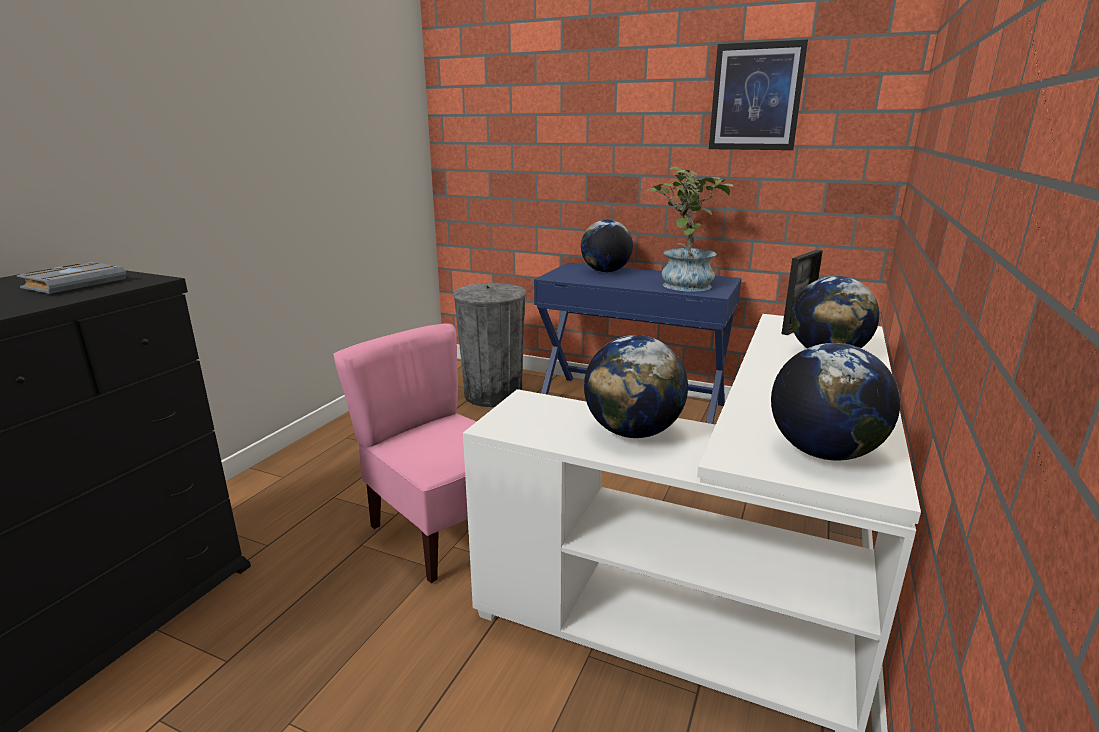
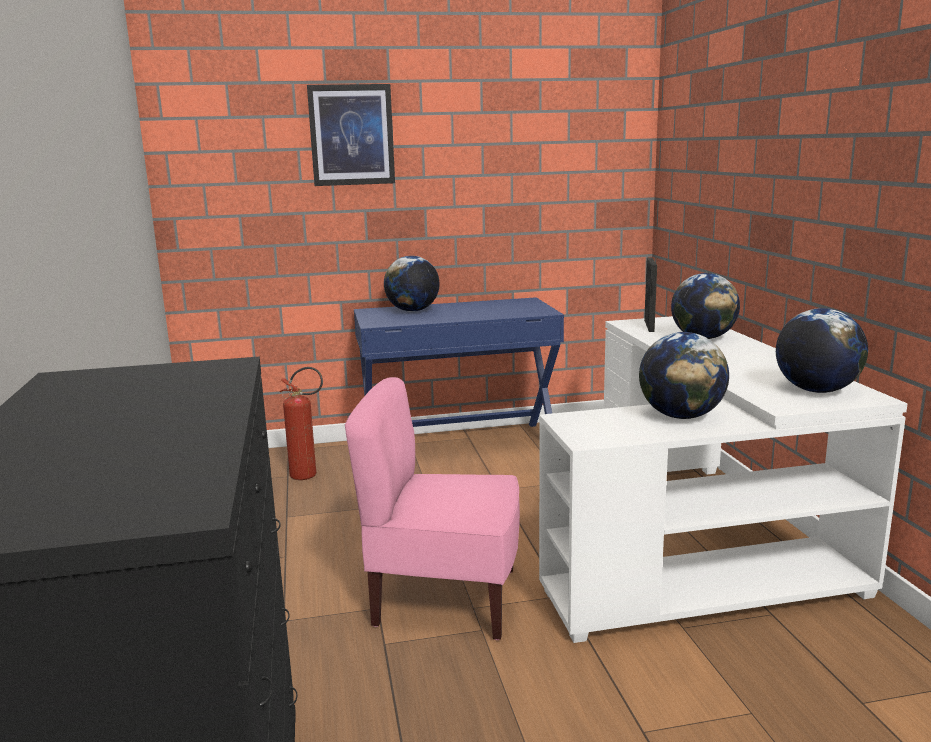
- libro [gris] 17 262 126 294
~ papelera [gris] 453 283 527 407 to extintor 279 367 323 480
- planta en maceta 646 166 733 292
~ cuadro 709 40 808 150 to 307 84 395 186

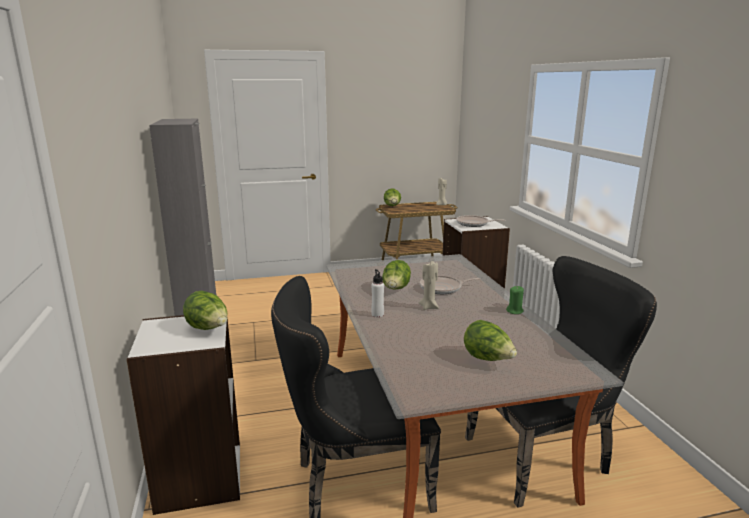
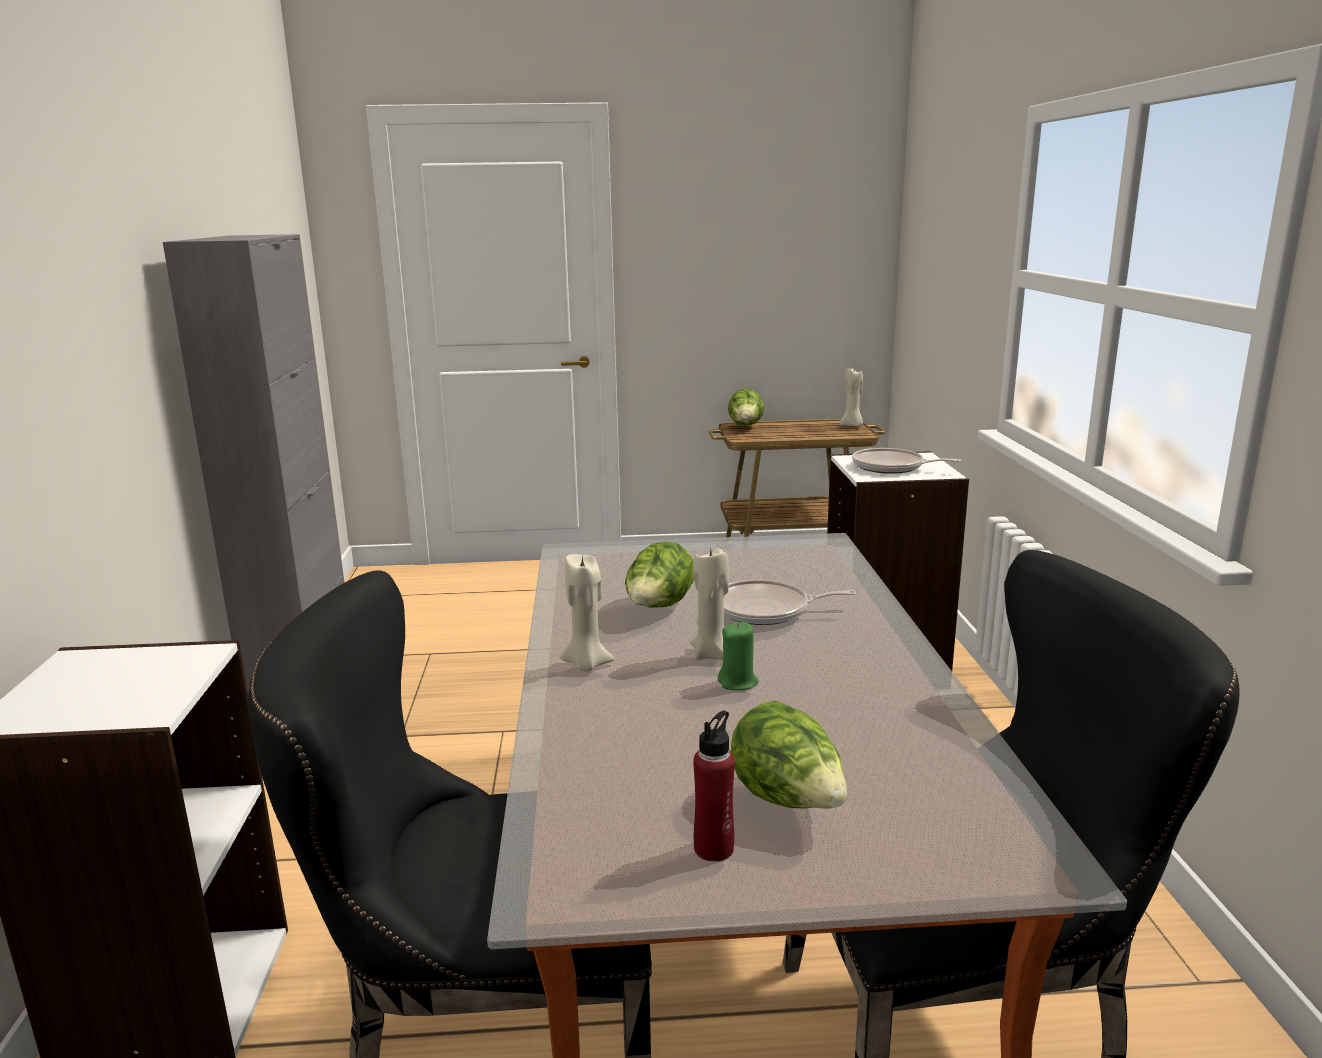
- lechuga 183 291 228 330
~ botella [blanco] 371 269 384 317 to vela [beis] 559 554 615 671
~ vela [verde] 506 286 524 314 to 718 622 759 691
+ botella [rojo] 693 711 735 862

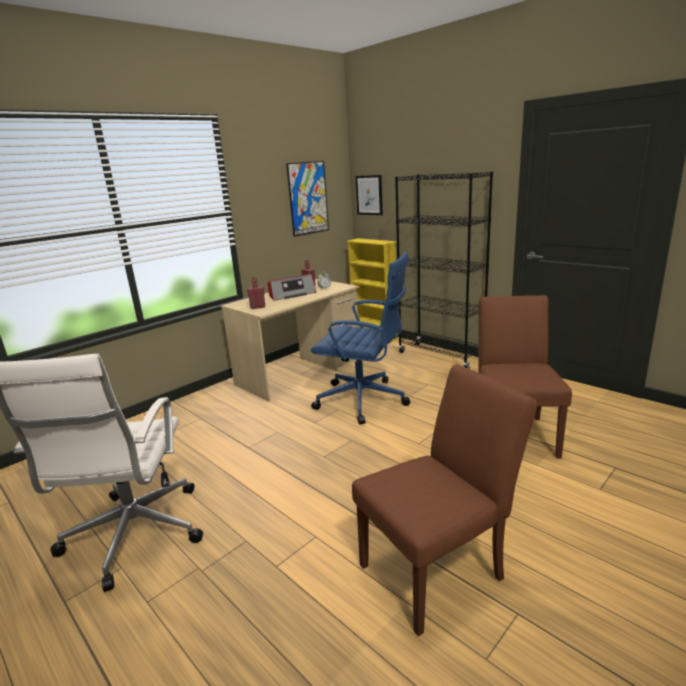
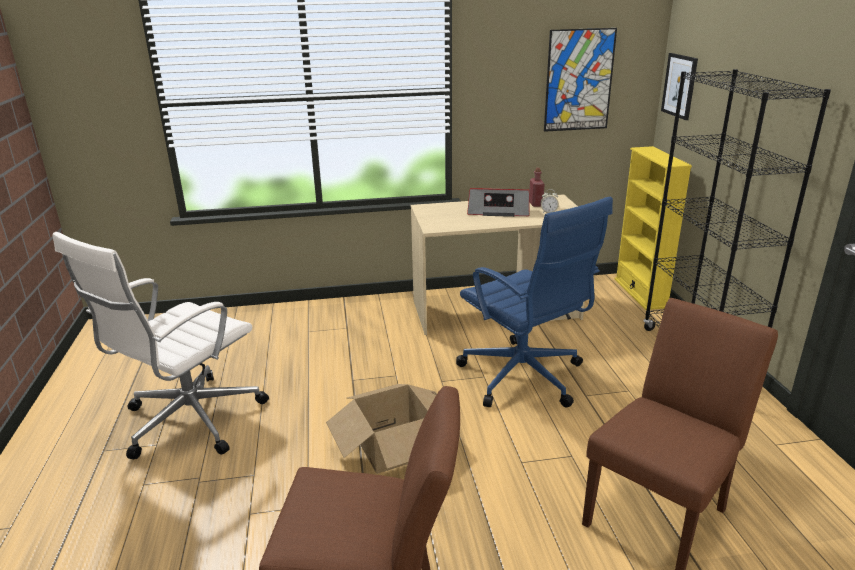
- botella [rojo] 247 277 265 309
+ caja de cartón 326 384 437 474

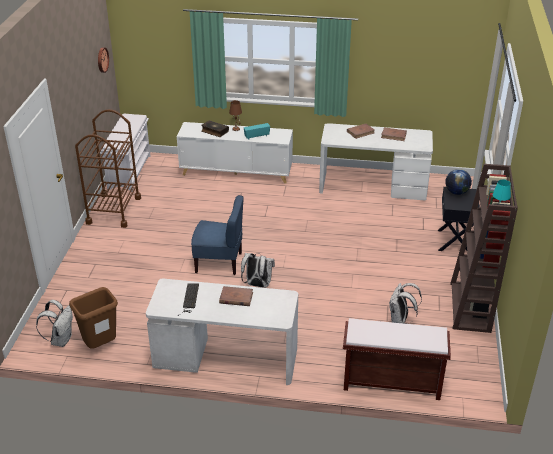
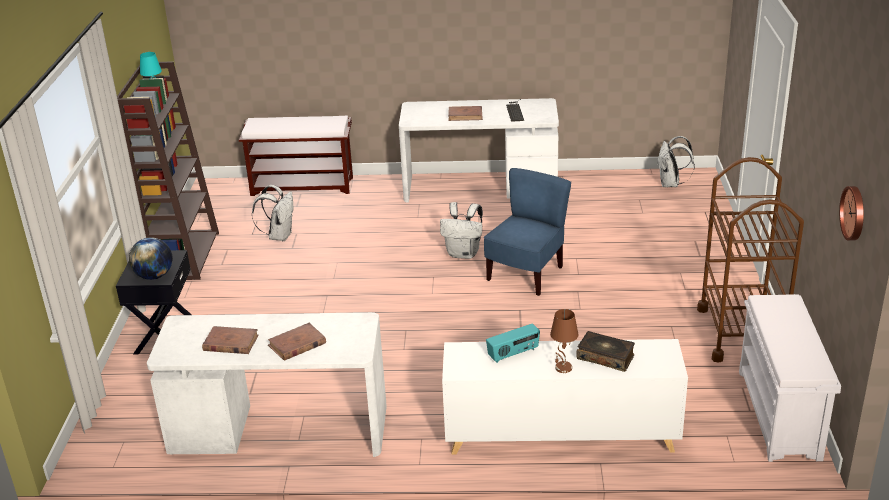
- papelera [marrón] 69 287 118 349
~ silla [azul] 191 195 244 275 = 484 168 571 296 120 degrees clockwise

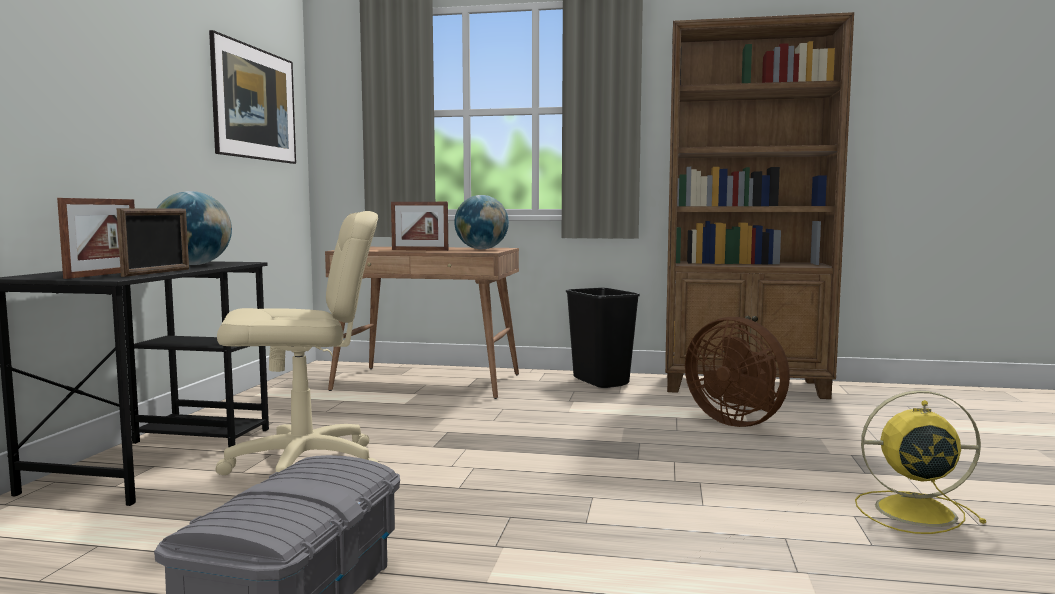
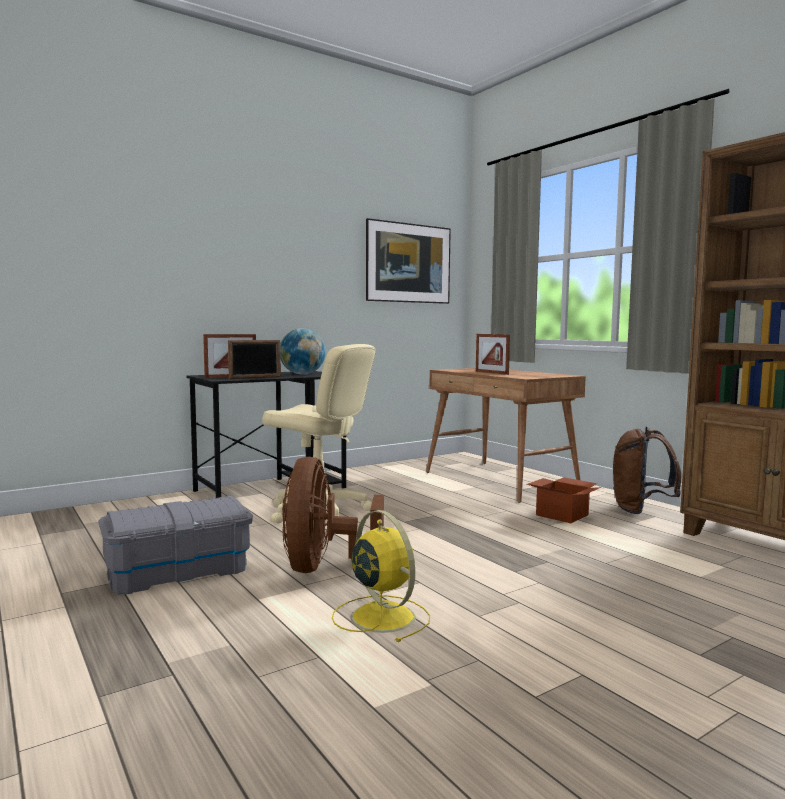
- globo terráqueo 454 195 509 249
~ papelera [negro] 566 288 640 388 to mochila [marrón] 613 427 681 514
~ ventilador [marrón] 685 317 790 427 to 282 457 384 573
~ ventilador [amarillo] 855 390 987 534 to 332 510 430 642
+ caja de cartón 527 477 602 523

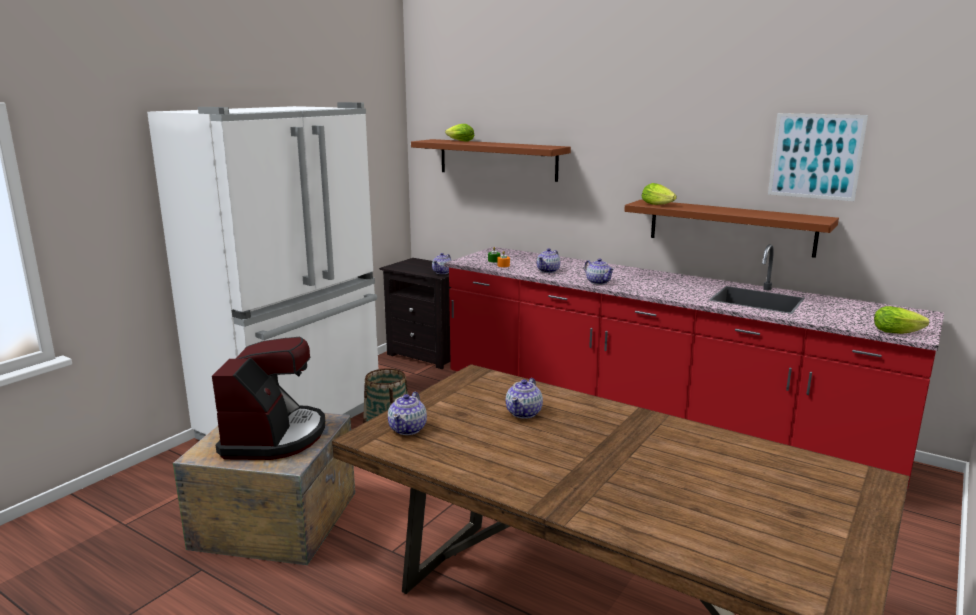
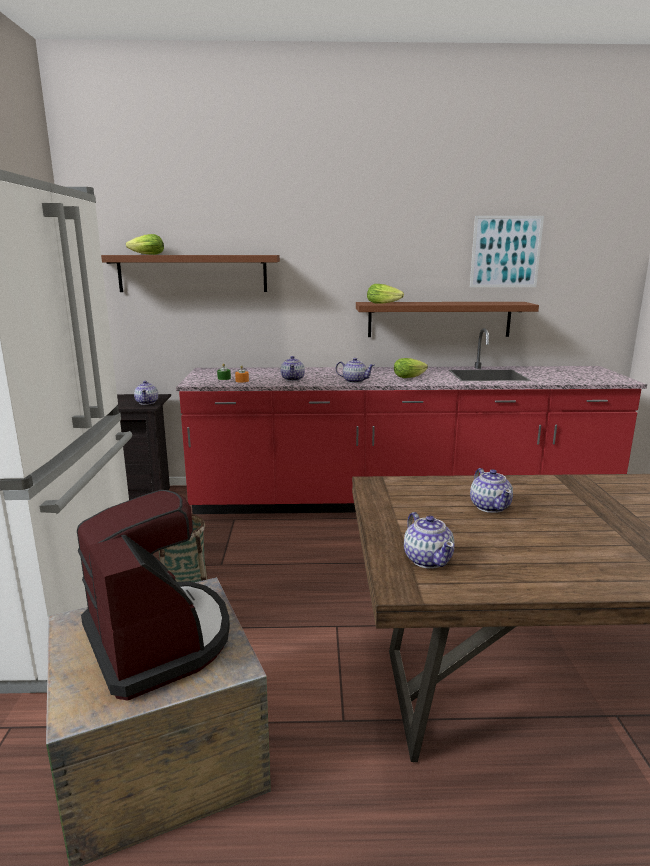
~ lechuga 874 306 929 334 to 394 358 428 378

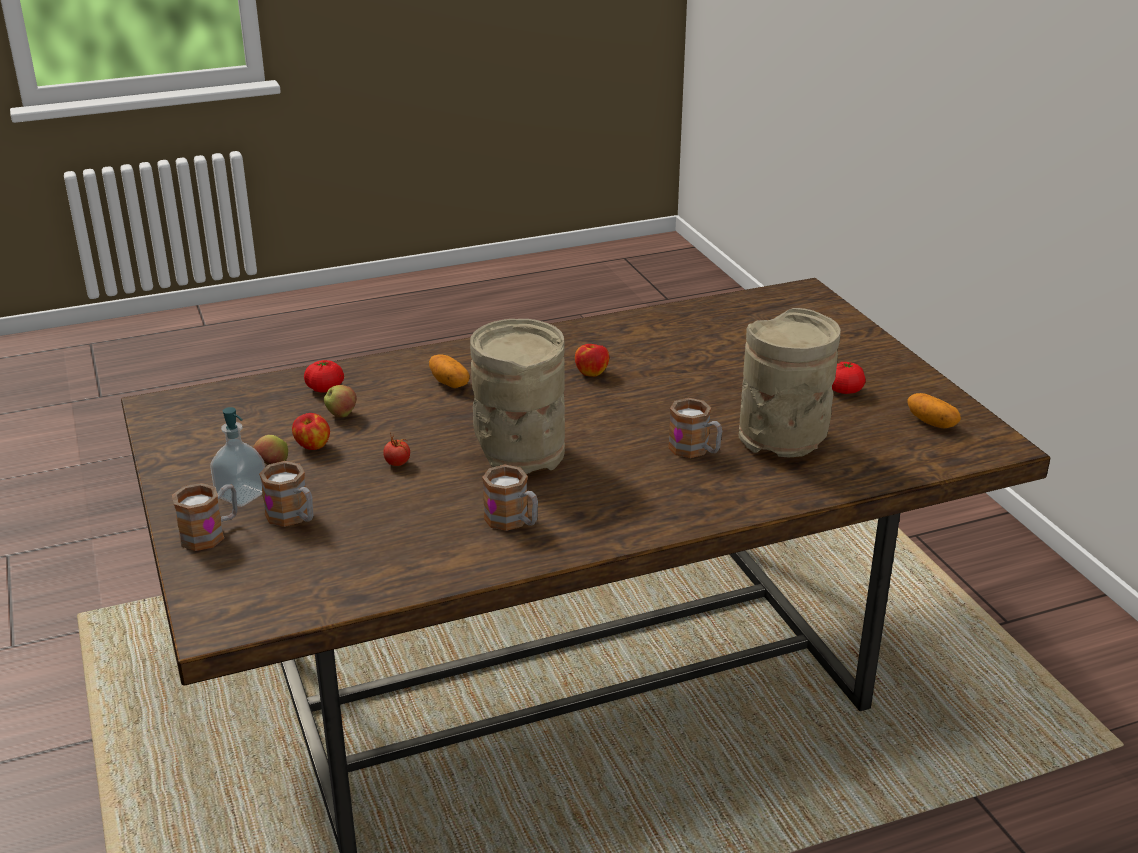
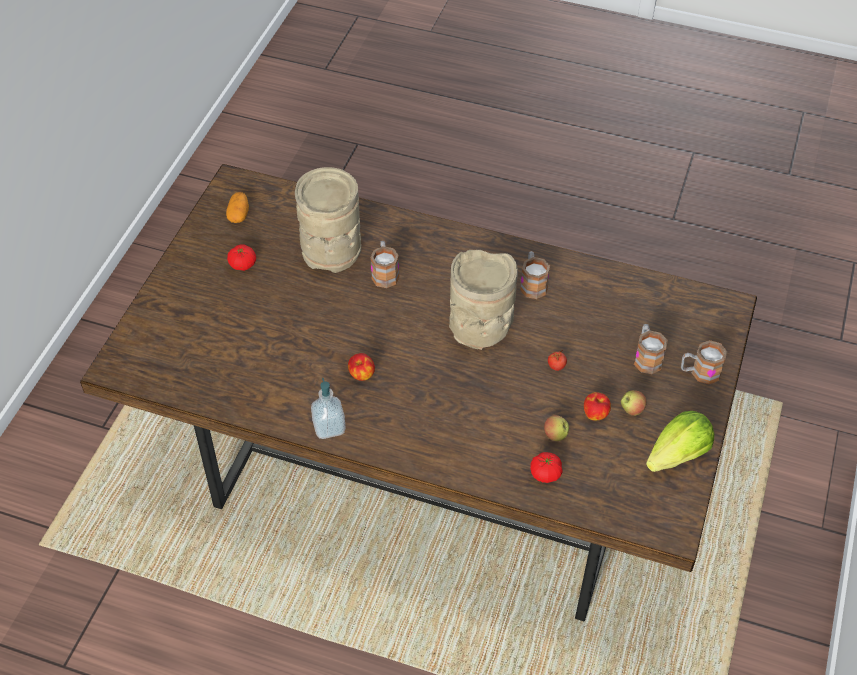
~ dispensador de jabón 210 407 265 507 to 311 378 346 439
- patata 429 355 470 388
+ lechuga 646 411 714 472

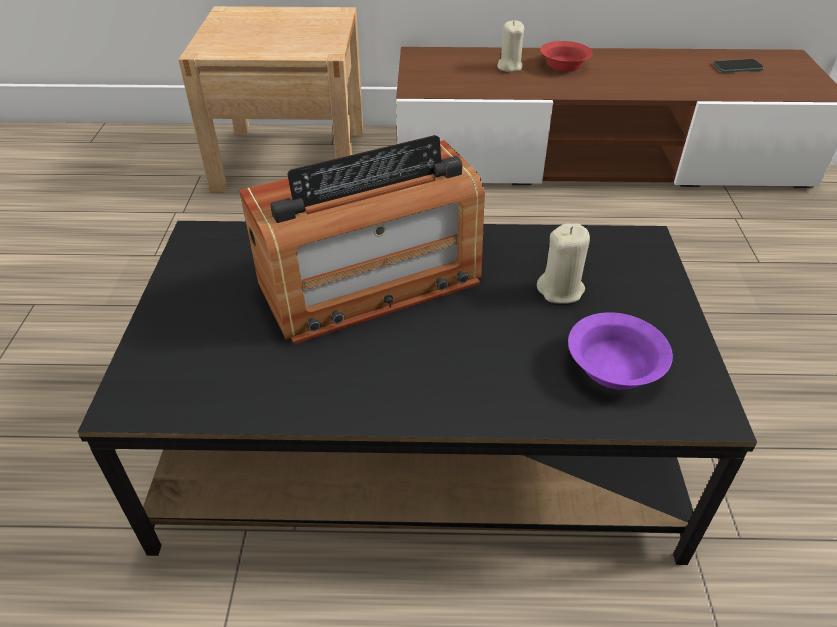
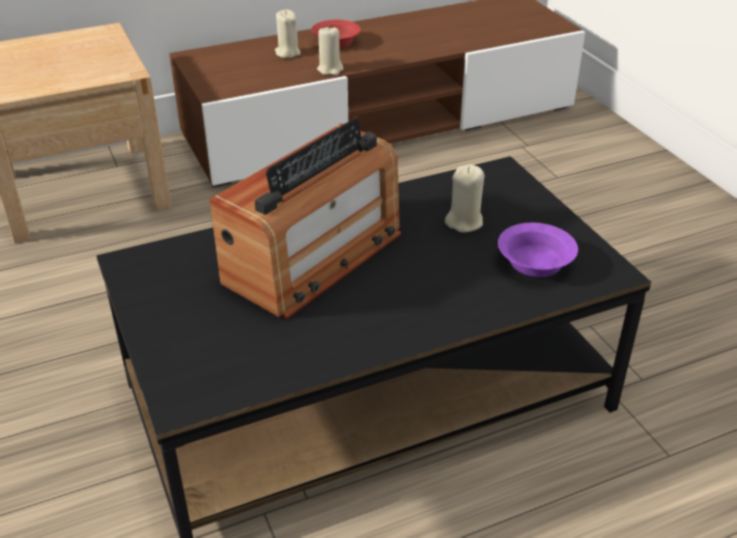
- móvil 713 59 764 72
+ vela [beis] 317 26 343 75

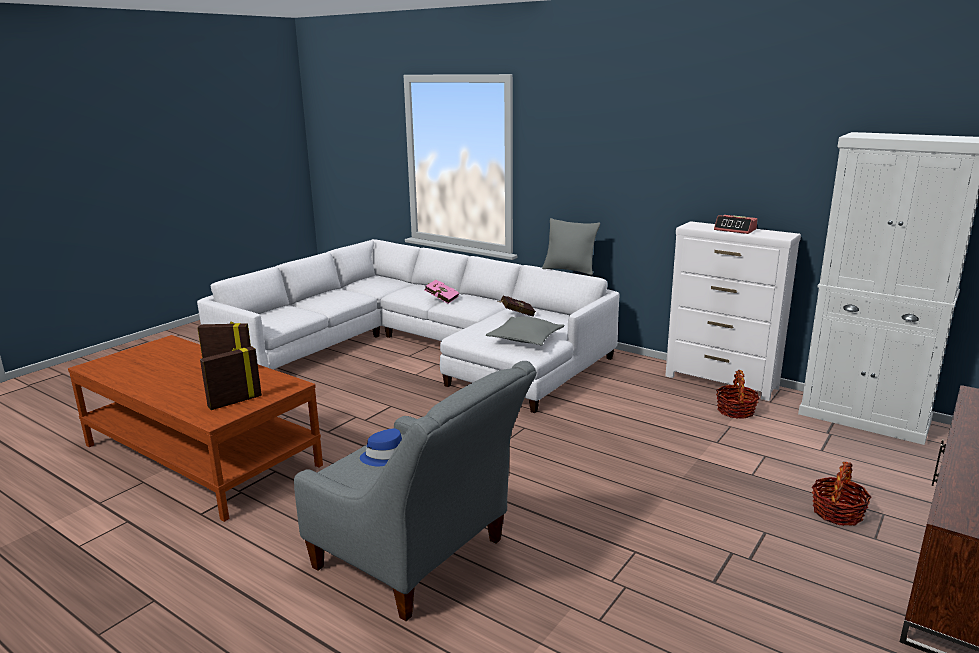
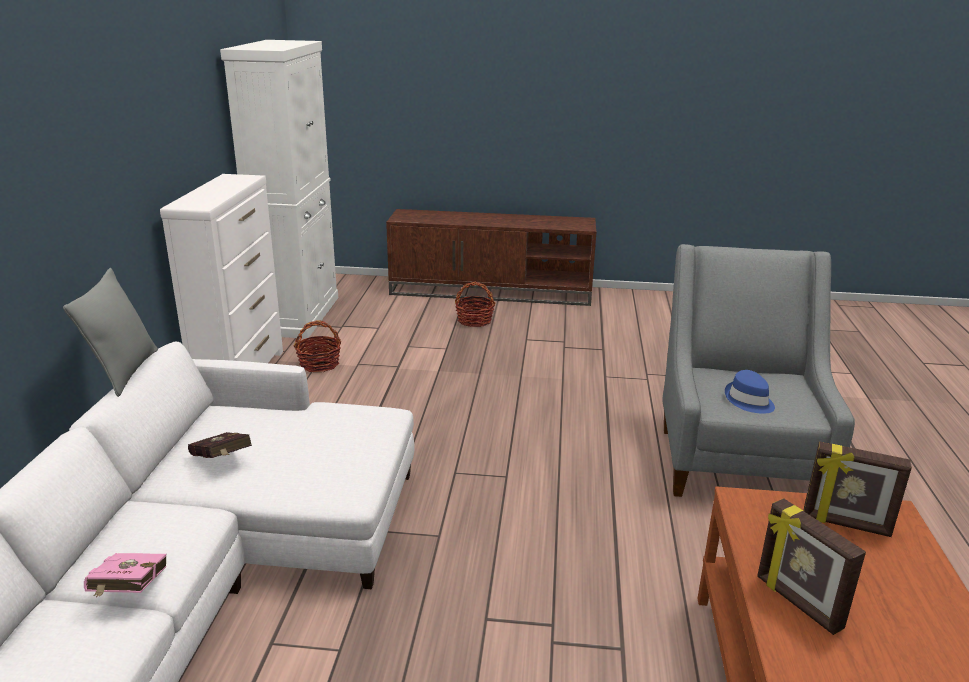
- cojín [gris] 486 316 564 346
- despertador 714 215 758 234

